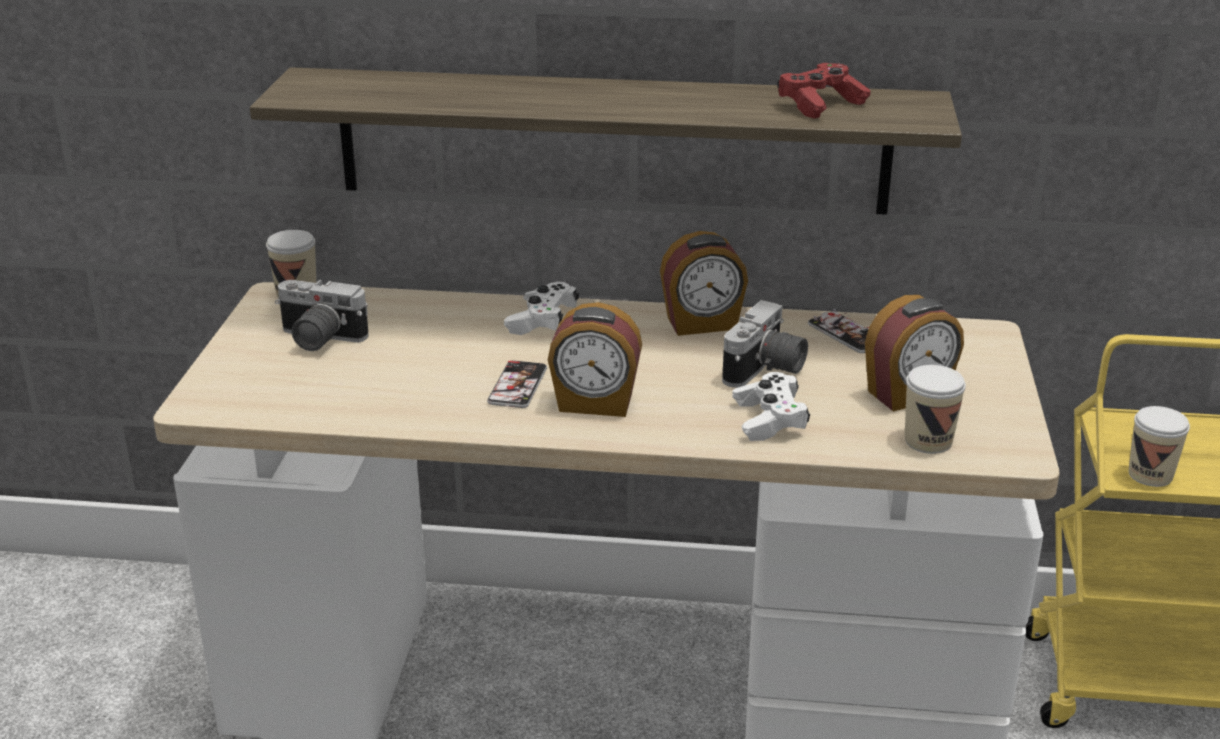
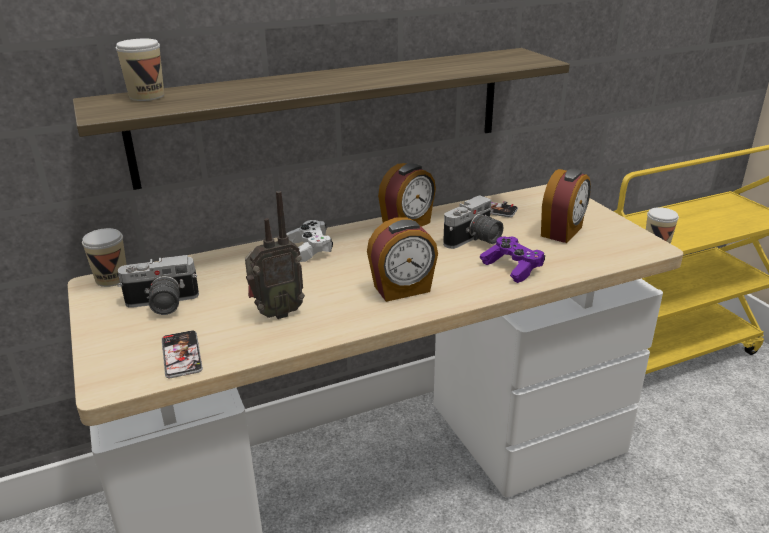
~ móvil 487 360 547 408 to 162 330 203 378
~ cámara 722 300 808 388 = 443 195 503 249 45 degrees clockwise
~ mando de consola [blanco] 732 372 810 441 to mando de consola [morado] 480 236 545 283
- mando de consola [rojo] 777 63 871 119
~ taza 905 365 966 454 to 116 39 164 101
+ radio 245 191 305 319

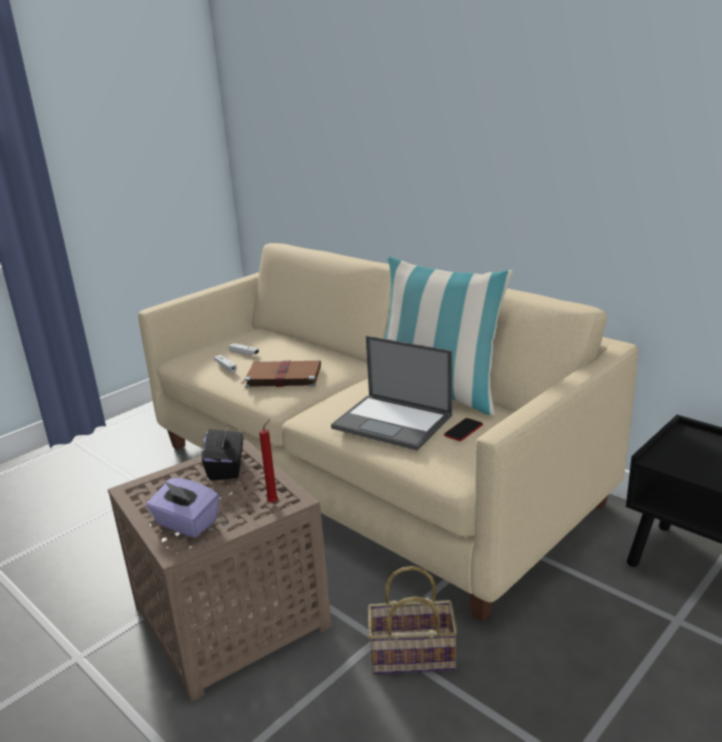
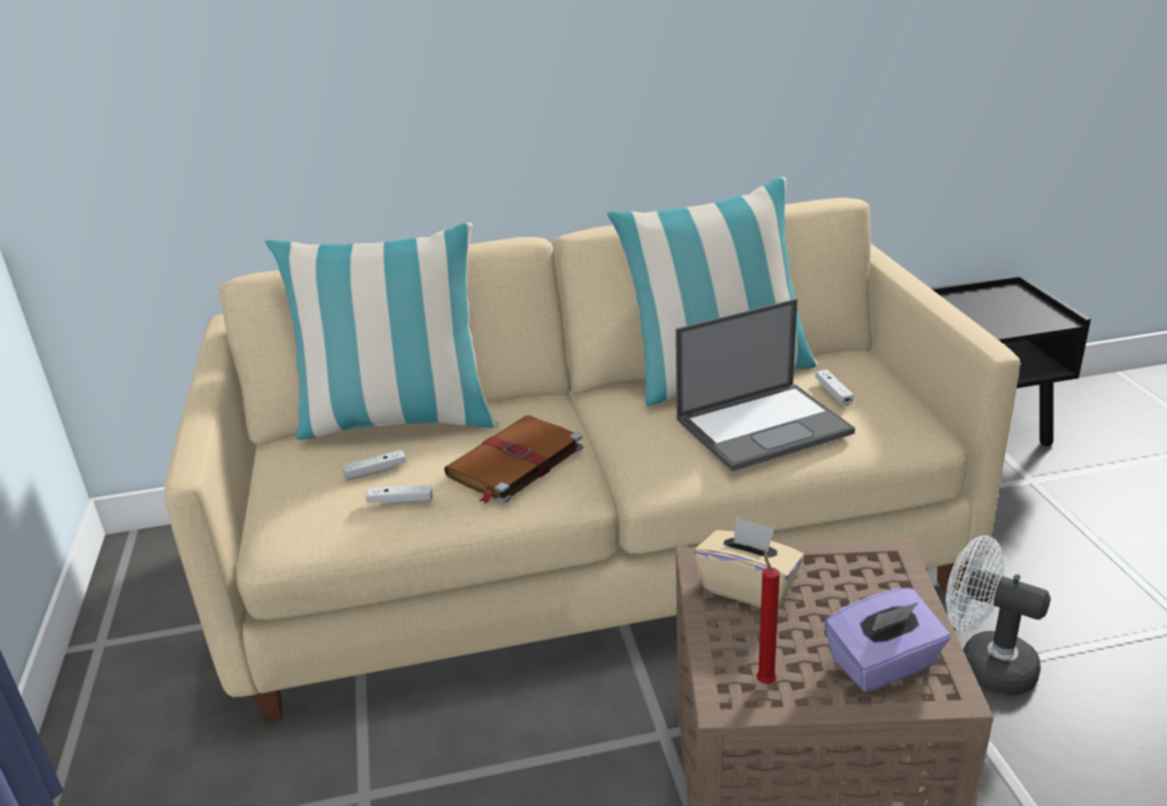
~ caja de pañuelos [negro] 202 422 243 481 to caja de pañuelos [beis] 694 517 804 608
~ vela [rojo] 259 419 278 503 to 757 549 780 684
~ cesta 368 566 457 674 to ventilador [blanco] 946 535 1051 695
~ móvil 444 418 483 441 to mando de consola [blanco] 815 370 854 406
+ cojín 265 223 499 440

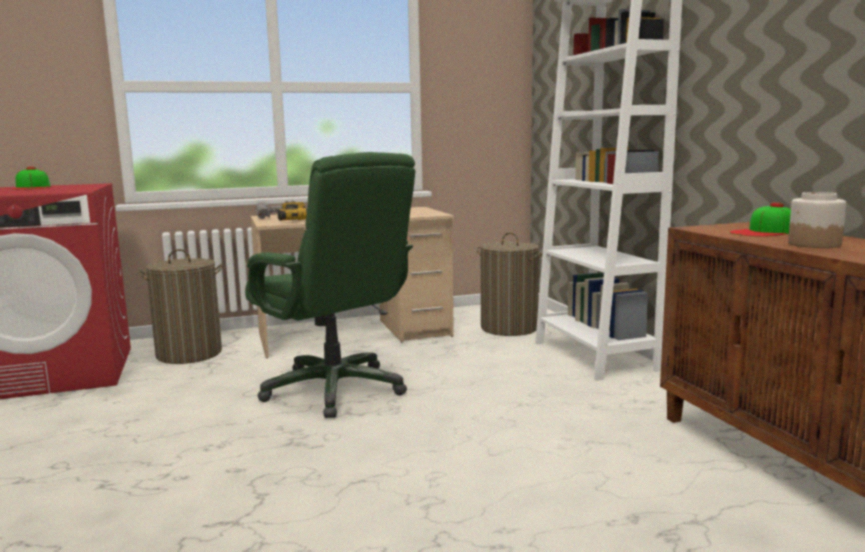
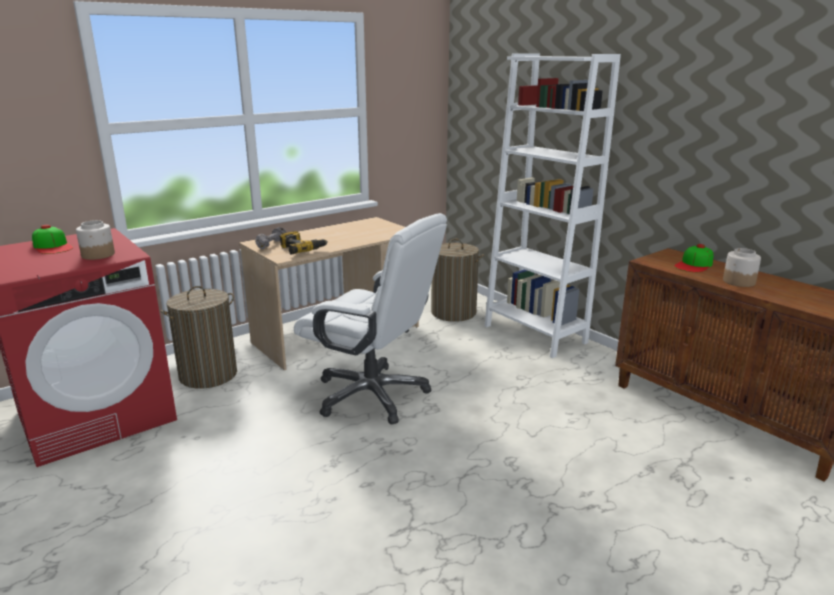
~ silla de oficina [verde] 245 152 415 418 to silla de oficina [blanco] 294 213 447 424
+ tarro 76 220 115 260

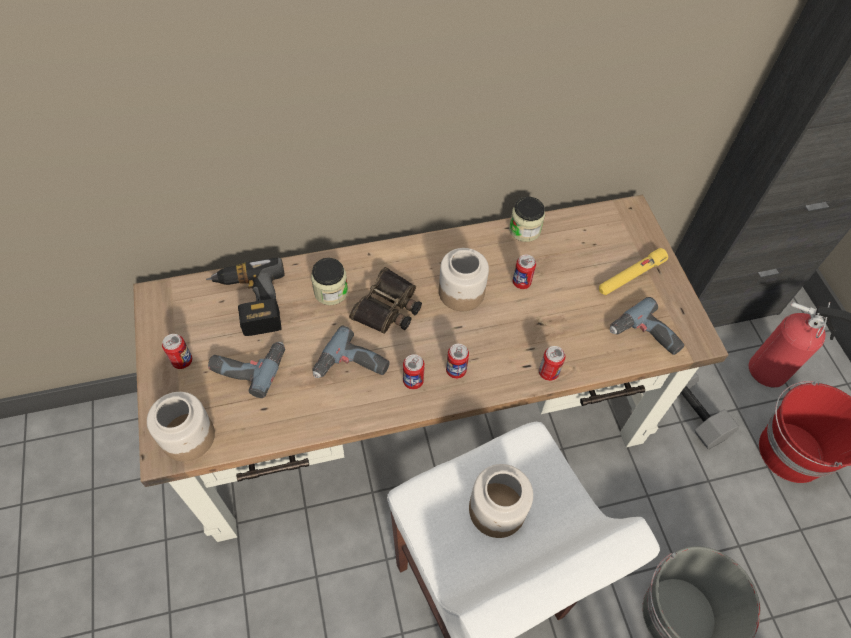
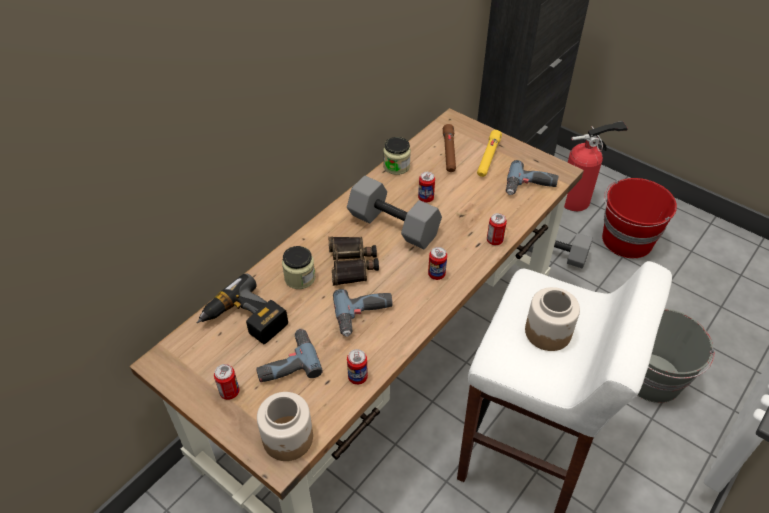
~ lata 403 354 425 390 to 347 349 368 385
~ tarro 439 248 489 311 to mancuerna [gris] 347 176 442 250
+ linterna [marrón] 443 124 456 172

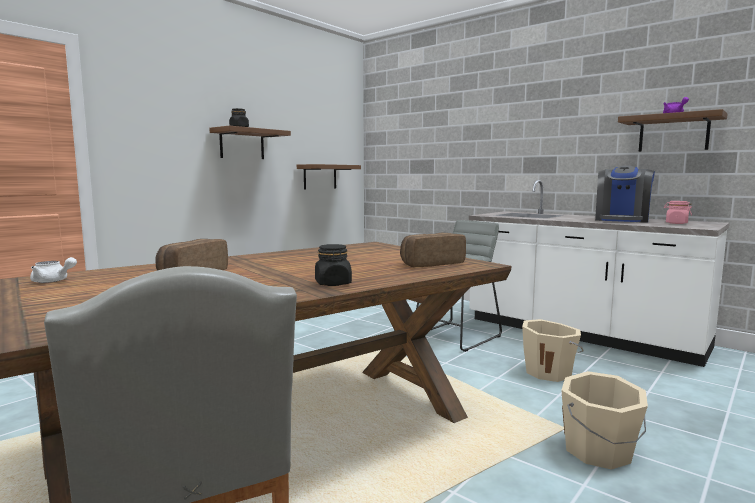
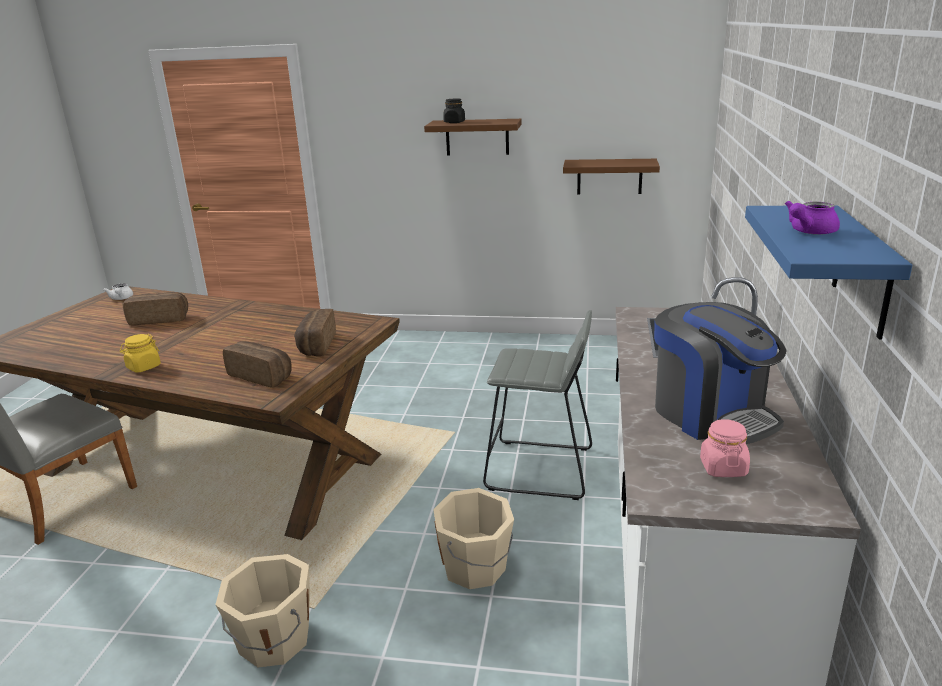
~ tarro [negro] 315 244 352 286 to tarro [amarillo] 120 334 161 373
~ cafetera 595 165 655 223 = 654 302 787 444 120 degrees counterclockwise
~ estante [marrón] 618 109 728 152 to estante [azul] 745 205 912 339
+ pan 294 309 336 356

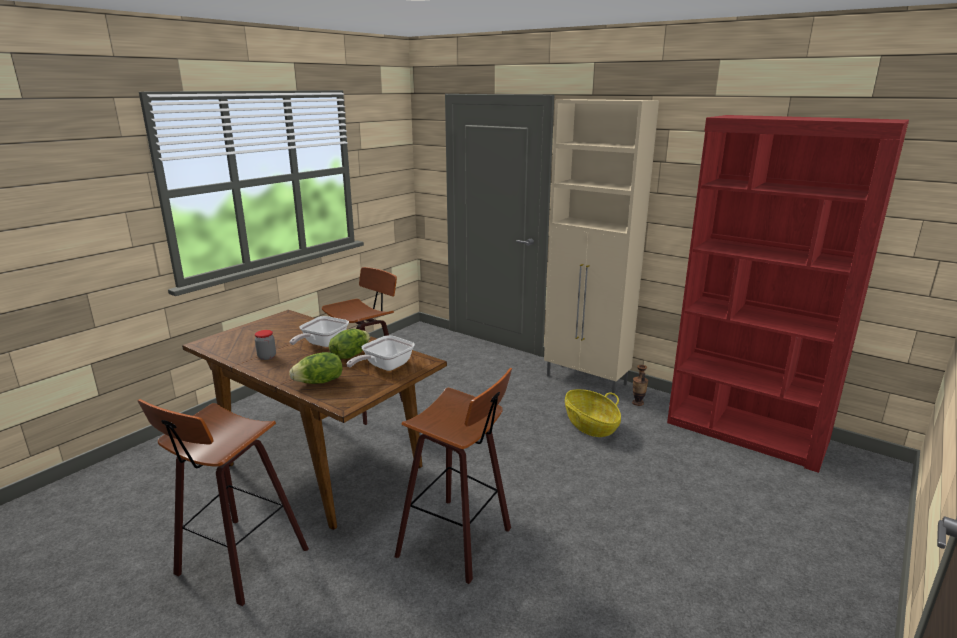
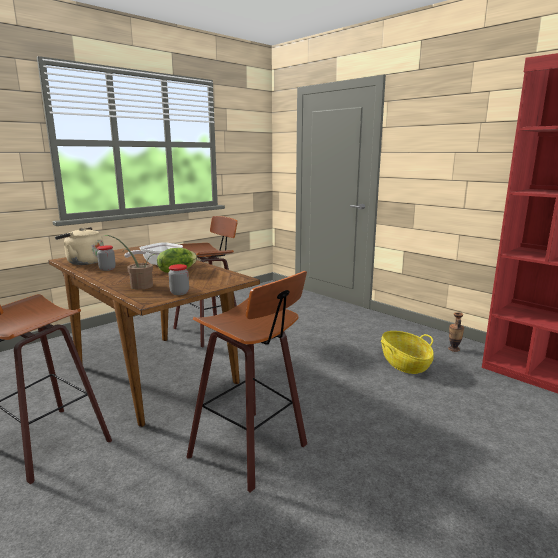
~ lechuga 289 352 343 384 to planta en maceta 102 235 158 290
- sartén 346 335 415 371
- armario [beis] 544 99 659 397
+ hervidor [beis] 55 227 104 265
+ tarro 168 264 189 295

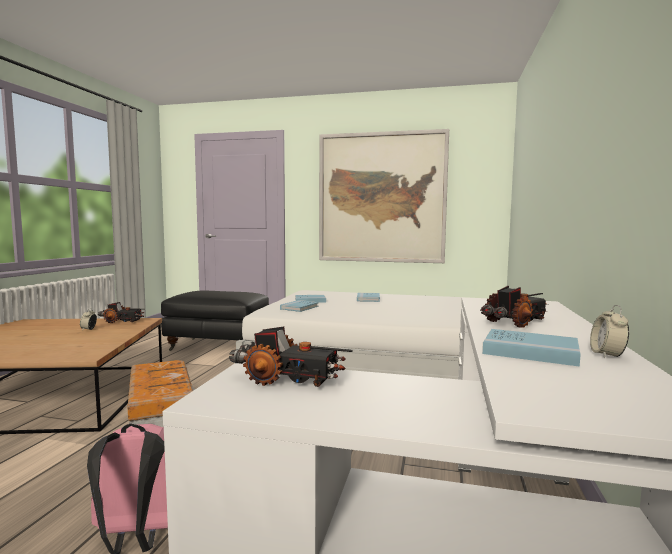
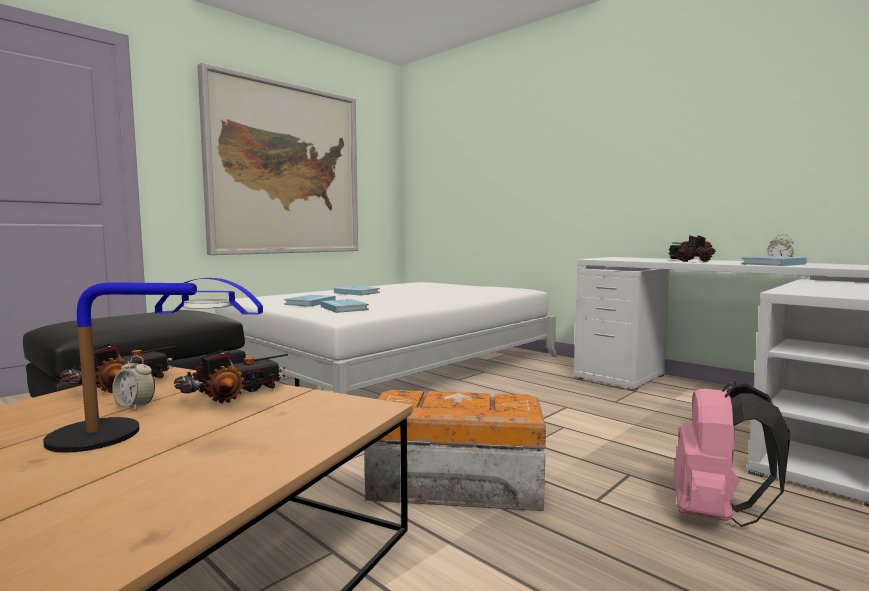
~ camión de juguete 229 327 353 387 to 174 349 288 403
+ lámpara de mesa 43 278 263 452

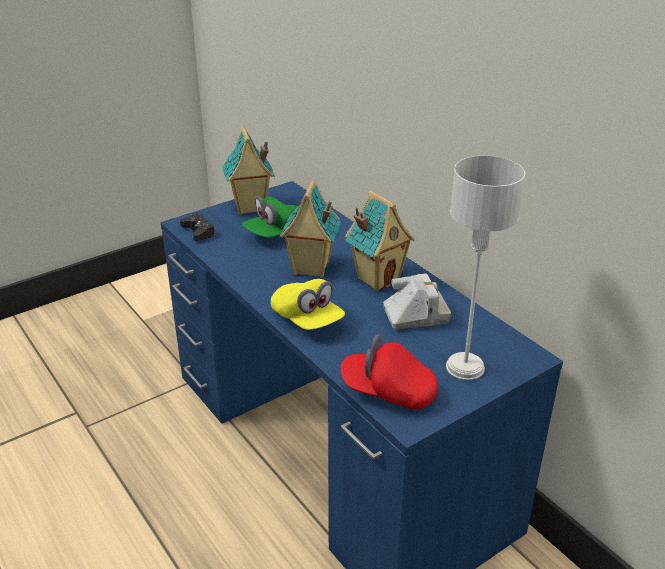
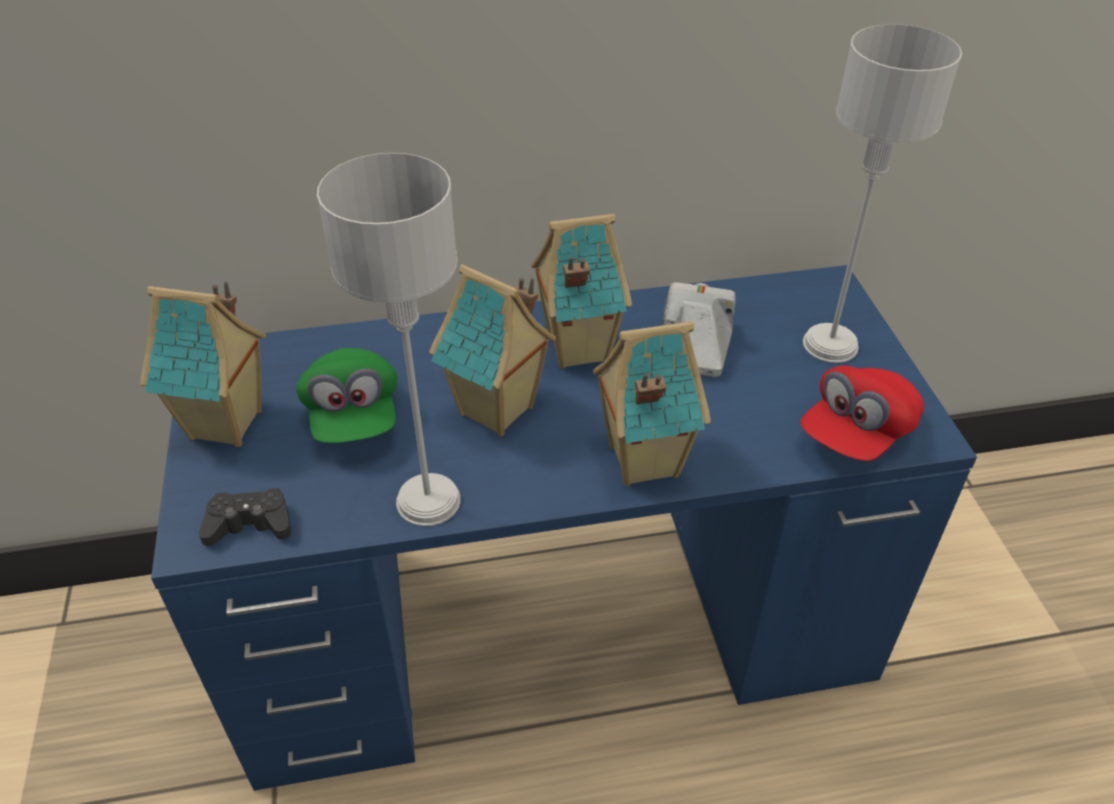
~ gorra [amarillo] 271 279 345 330 to casita 593 321 711 486
+ lámpara de mesa [gris] 317 153 461 526

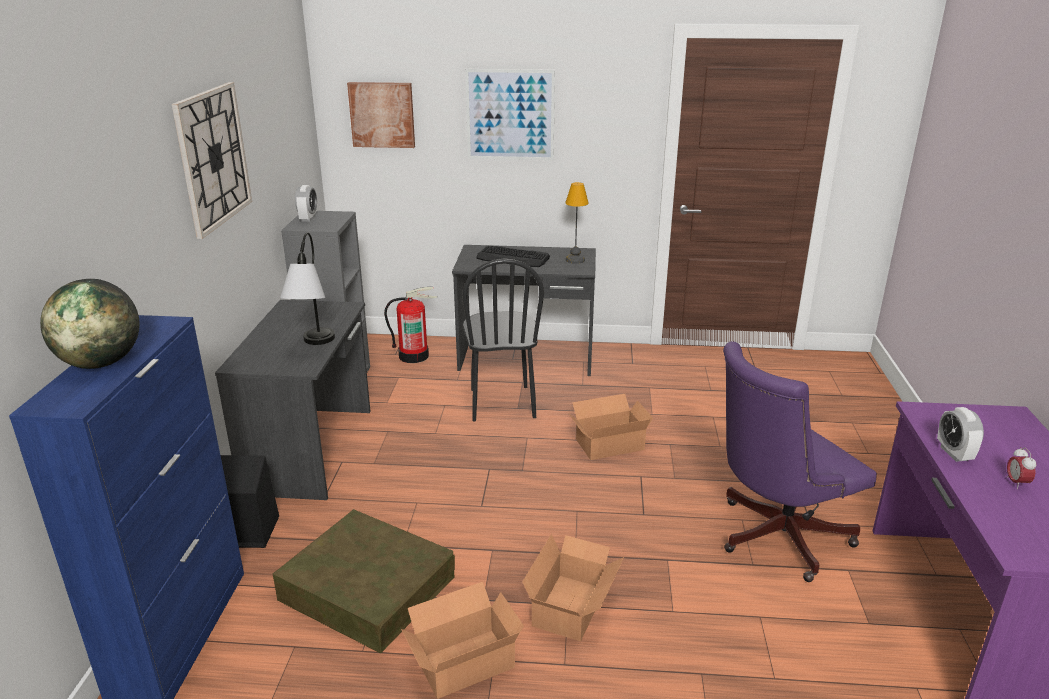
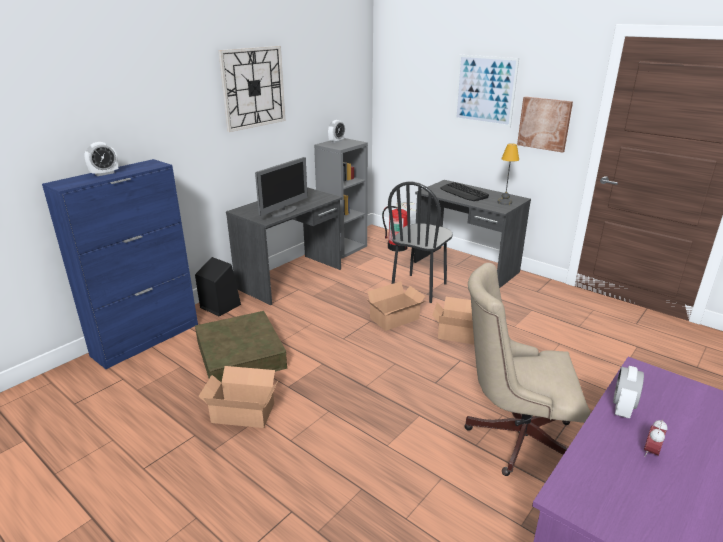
~ globo terráqueo 40 279 140 369 to despertador 84 142 118 176
~ lámpara de mesa 280 232 335 345 to monitor 255 157 308 217
~ cuadro 347 82 415 148 to 517 96 573 153
~ caja de cartón 522 534 624 641 to 367 281 427 331
~ silla de oficina [morado] 723 341 877 582 to silla de oficina [beis] 464 263 590 476

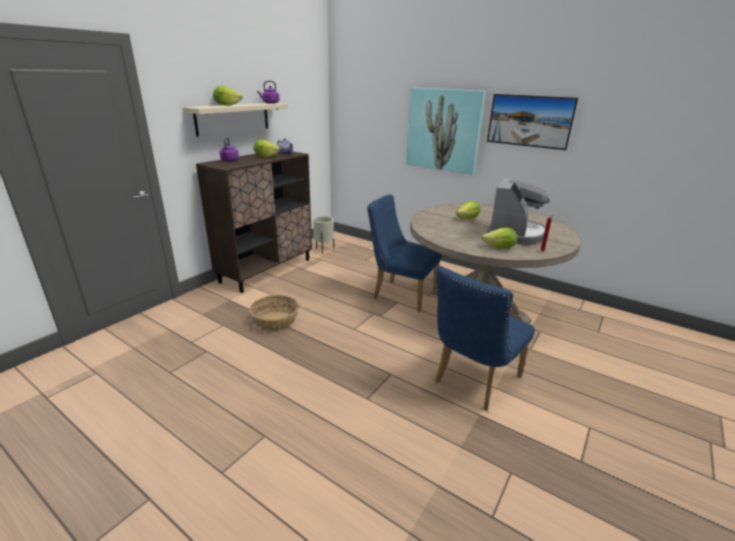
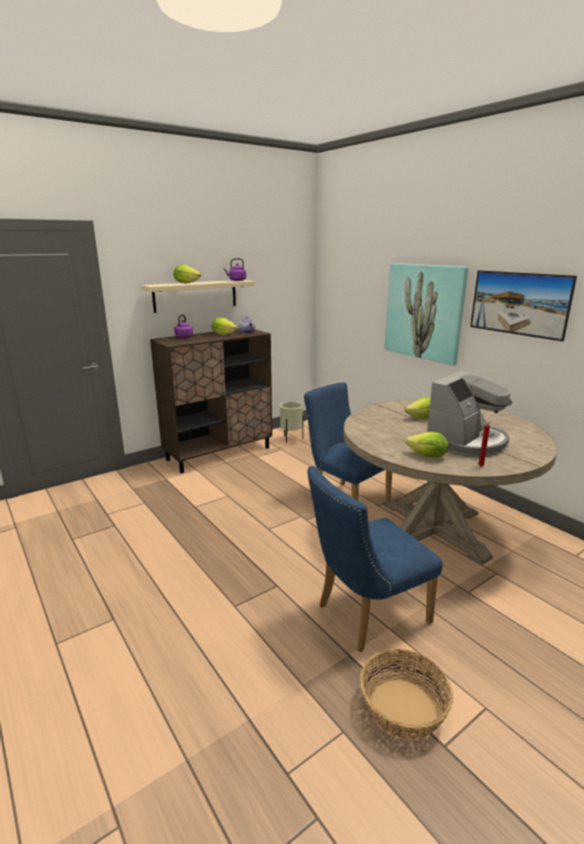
~ cesta 249 295 299 332 to 360 649 453 740

